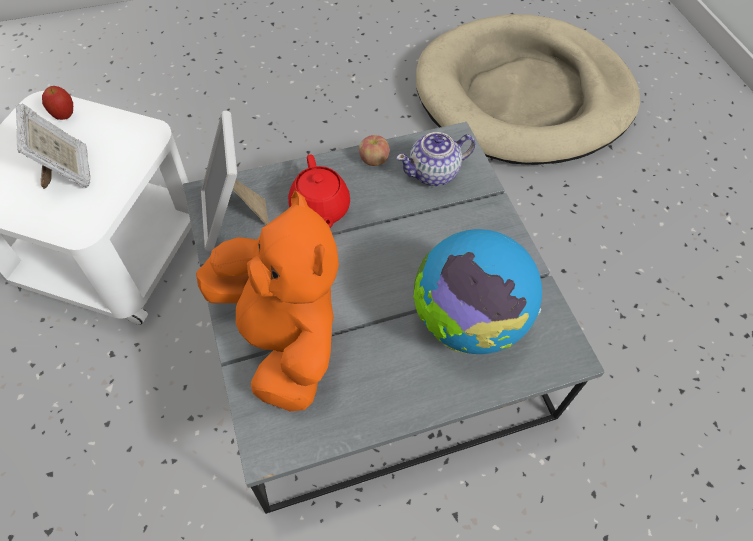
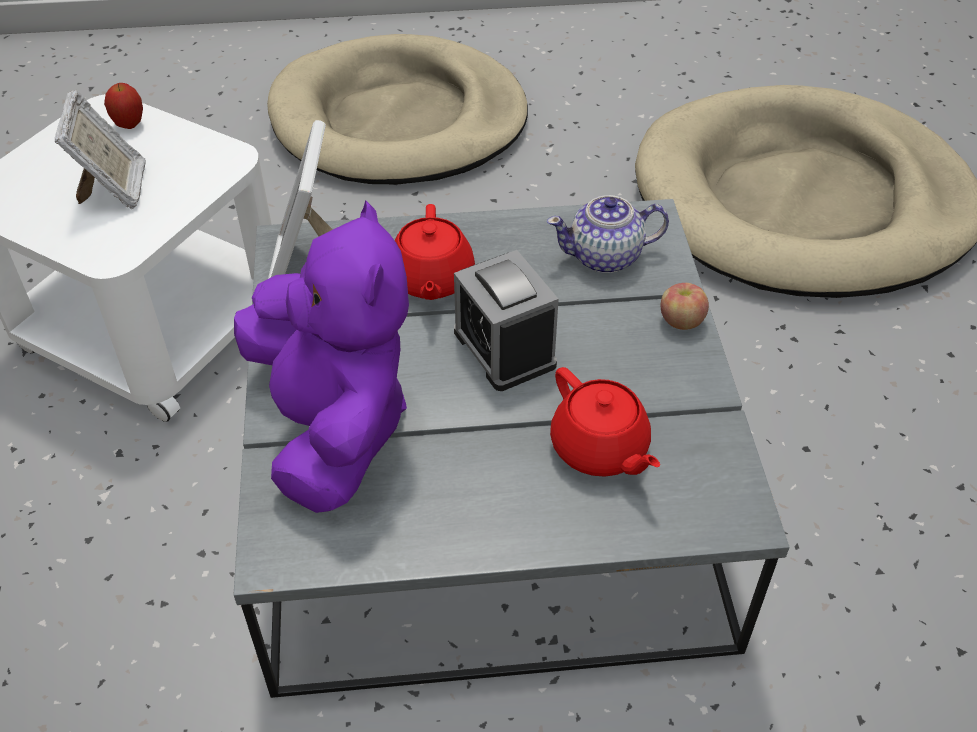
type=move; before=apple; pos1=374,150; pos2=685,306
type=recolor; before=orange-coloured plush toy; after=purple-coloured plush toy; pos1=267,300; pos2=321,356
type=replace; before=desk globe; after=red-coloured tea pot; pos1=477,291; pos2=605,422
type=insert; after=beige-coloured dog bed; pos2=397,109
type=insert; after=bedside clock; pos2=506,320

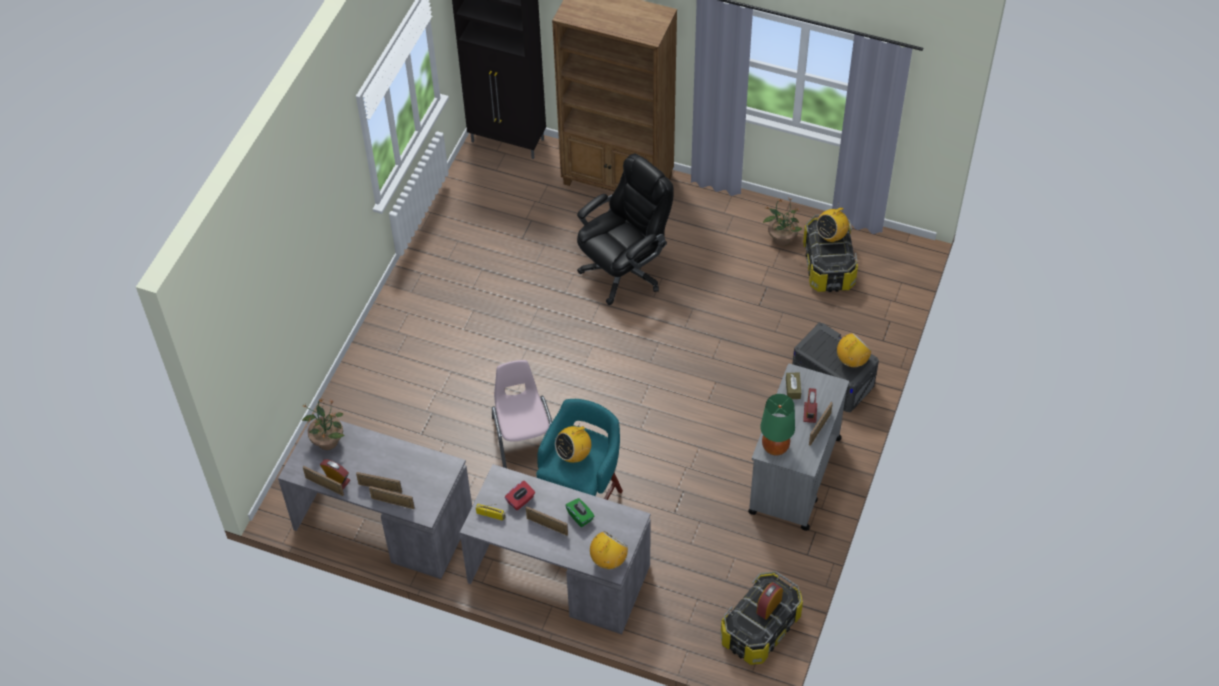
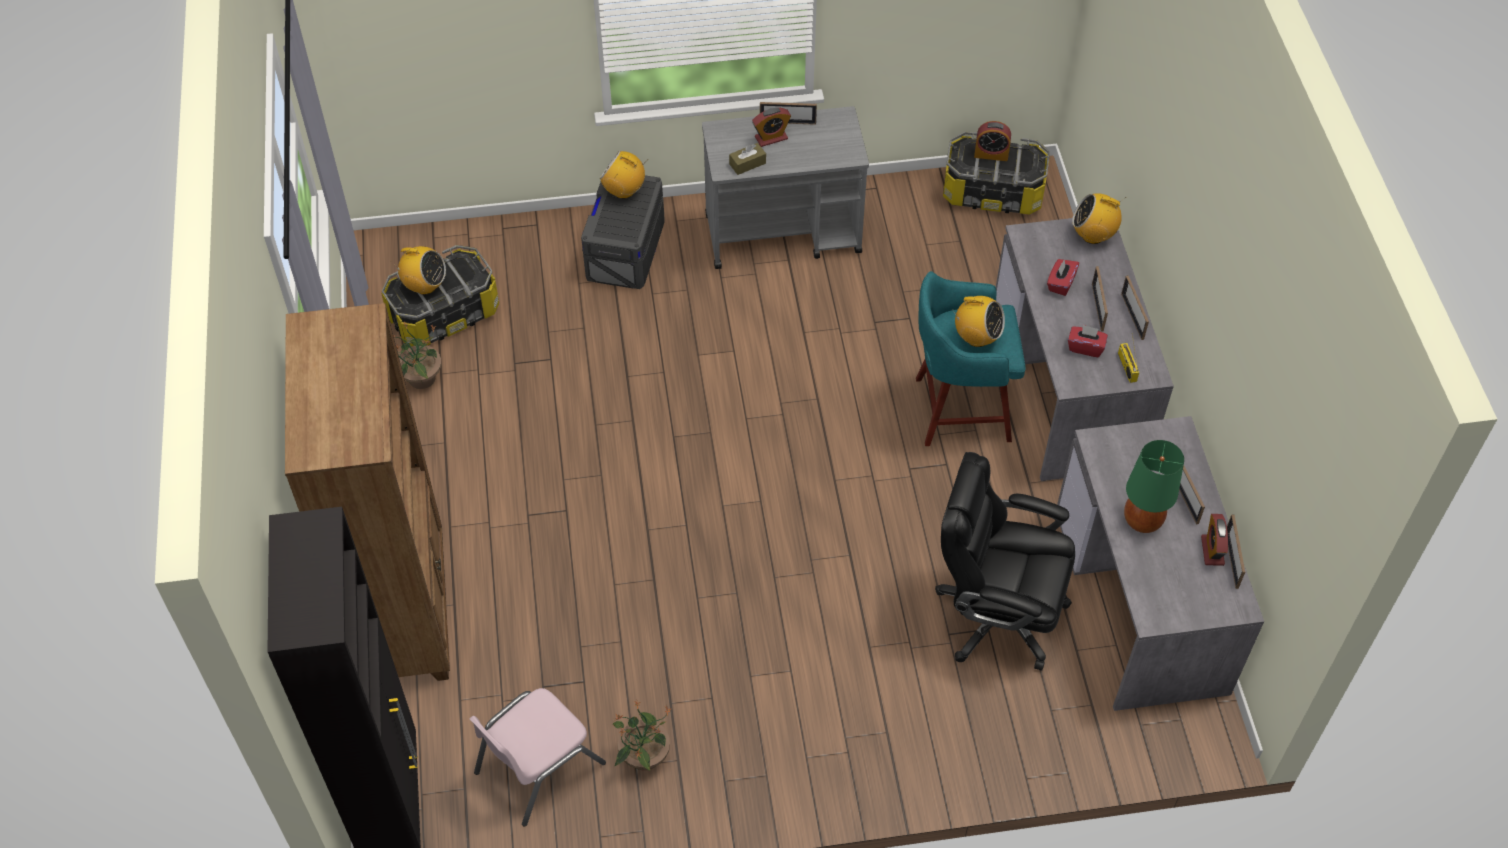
type=move; before=black computer chair; pos1=625,229; pos2=1005,561
type=move; before=pink chair; pos1=522,414; pos2=538,757
type=move; before=greenish table lamp; pos1=777,425; pos2=1154,486
type=move; before=houseplant; pos1=323,424; pos2=641,735
type=move; before=photo frame; pos1=392,497; pos2=1135,307
type=recolor; before=greenish box of tissues; after=red-coloured box of tissues; pos1=579,512; pos2=1063,277

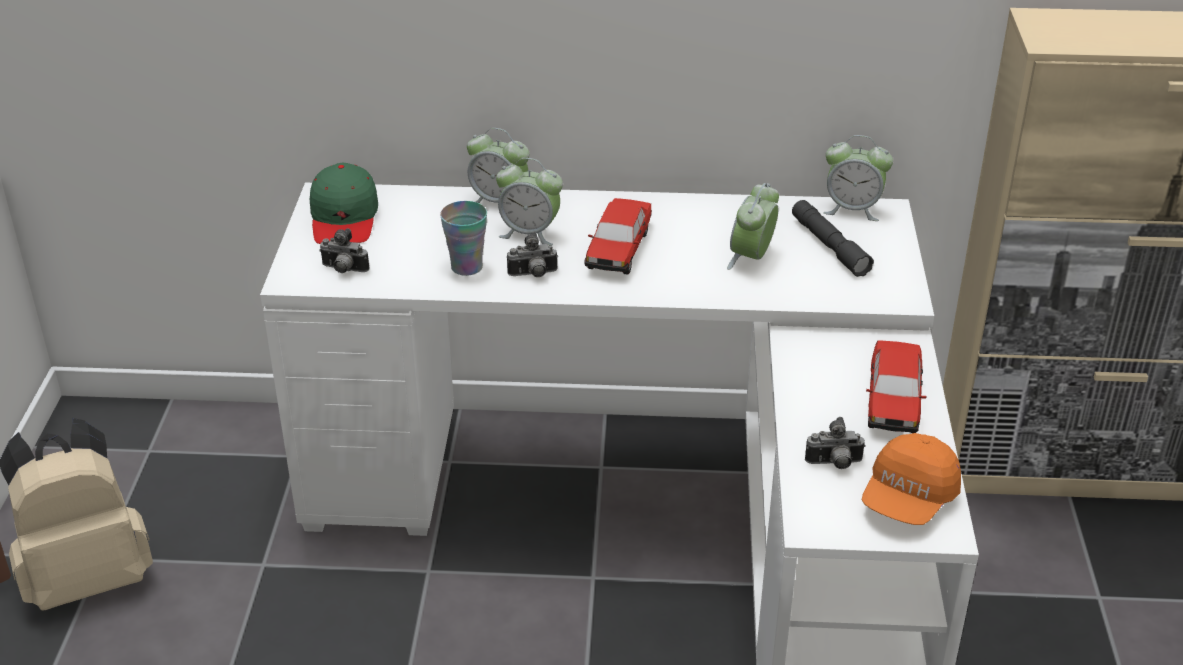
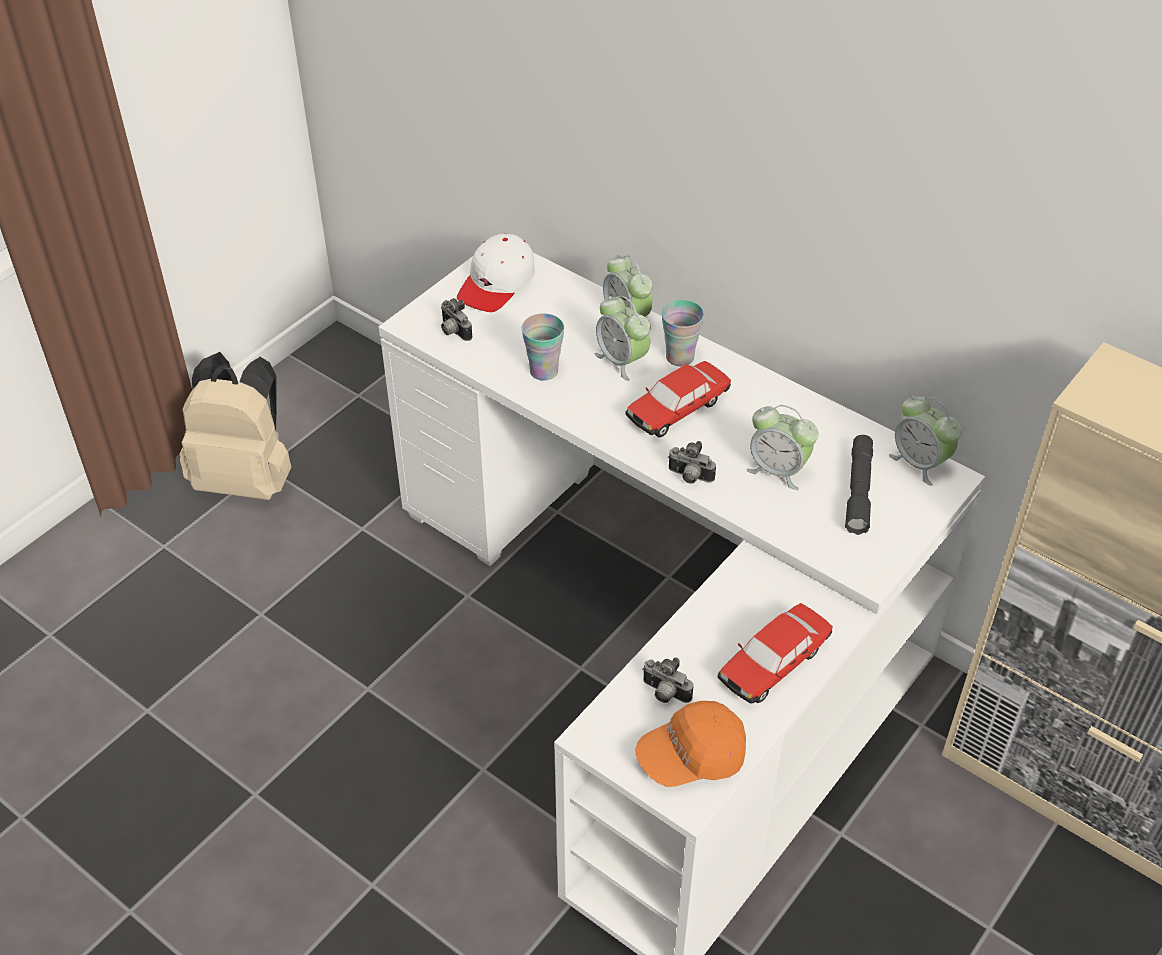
type=recolor; before=greenish baseball cap; after=whitish baseball cap; pos1=344,203; pos2=496,273
type=rotate; before=bedside clock; pos1=753,226; pos2=782,447; turn=-120
type=move; before=still camera; pos1=532,254; pos2=692,462
type=insert; after=small cup; pos2=683,333

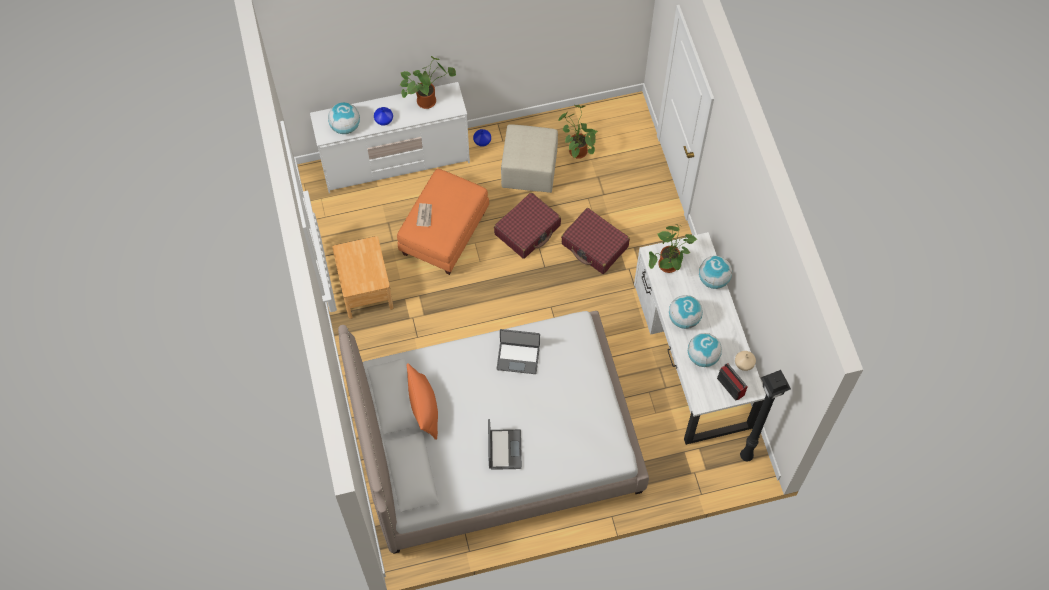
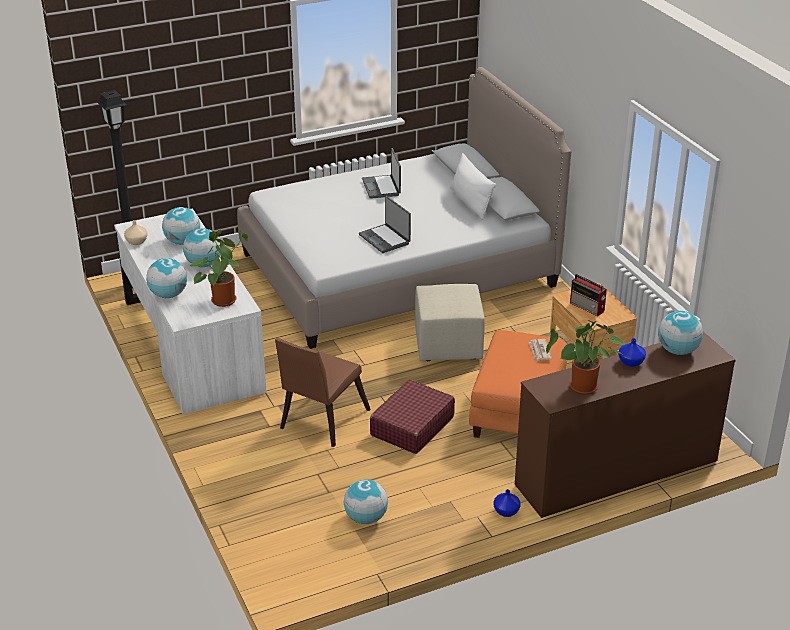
type=recolor; before=whitish drawer chest; after=brownish drawer chest; pos1=390,137; pos2=625,425
type=replace; before=houseplant; after=desk globe; pos1=578,132; pos2=366,501
type=move; before=beige-coloured ottoman; pos1=529,158; pos2=450,322
type=replace; before=red-coloured travel case; after=brownish chair; pos1=595,241; pos2=323,392
type=rotate; before=laptop; pos1=518,351; pos2=385,224; turn=-120
type=recolor; before=orange-coloured pillow; after=whitish pillow; pos1=422,401; pos2=473,186
type=move; before=radio receiver; pos1=732,382; pos2=588,295

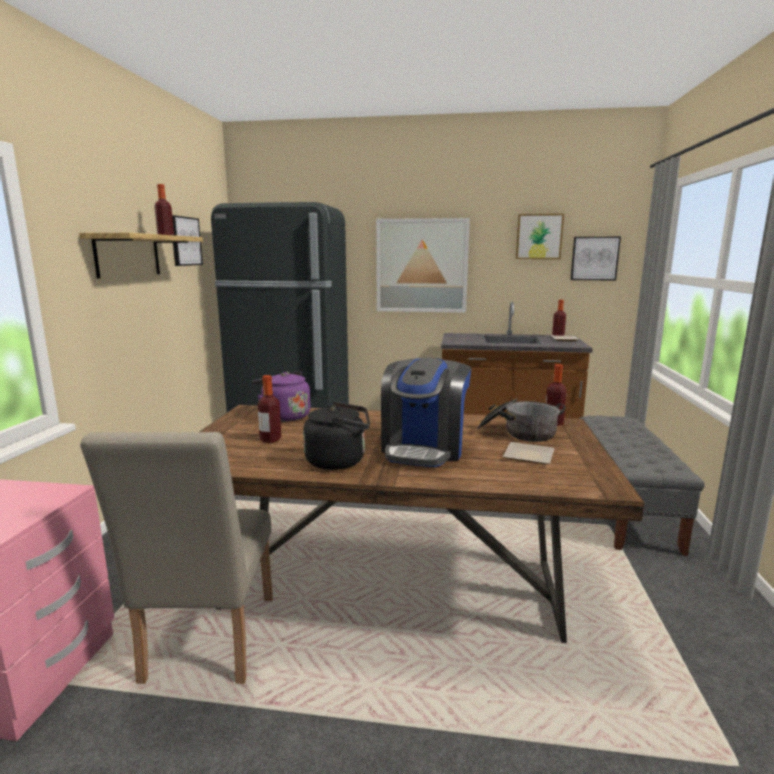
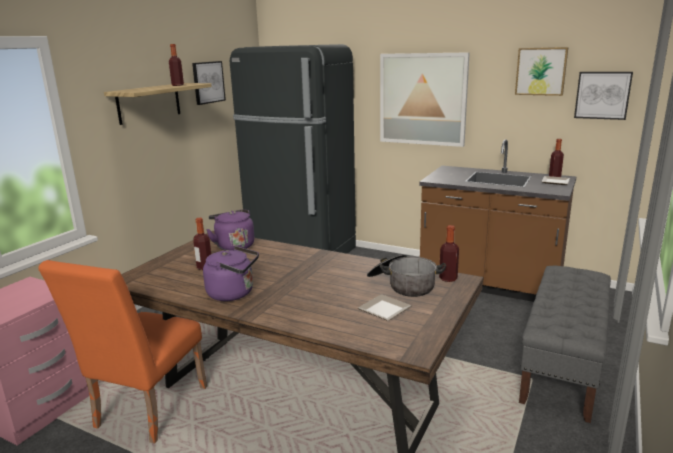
type=delete; before=coffee maker; pos1=426,412
type=recolor; before=black water kettle; after=purple-coloured water kettle; pos1=336,436; pos2=231,273
type=recolor; before=beige-coloured chair; after=orange-coloured chair; pos1=176,558; pos2=122,352

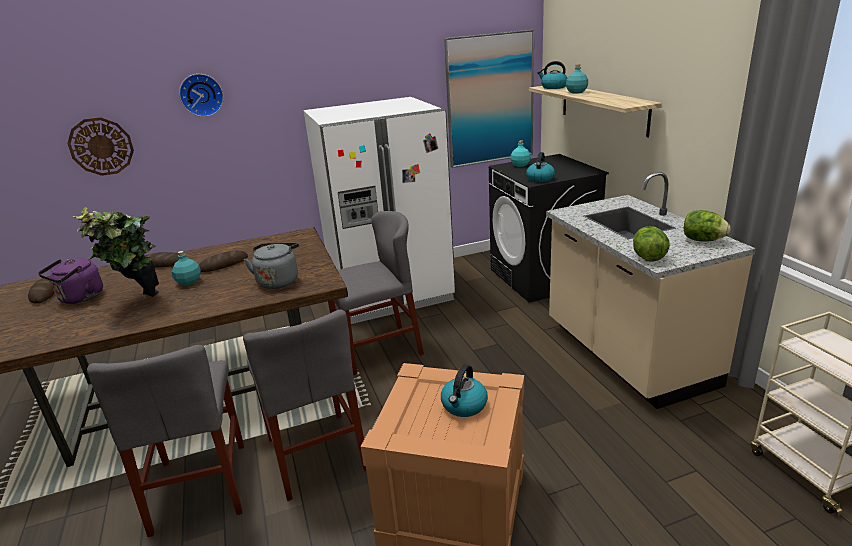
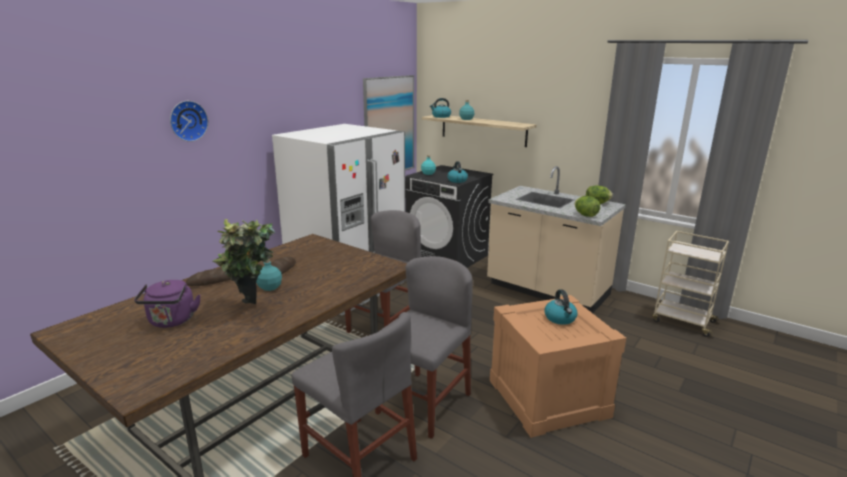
type=delete; before=hanging clock; pos1=100,146
type=delete; before=gray water kettle; pos1=271,266
type=delete; before=bread; pos1=41,290
type=rotate; before=gray chair; pos1=304,405; pos2=424,347; turn=-90

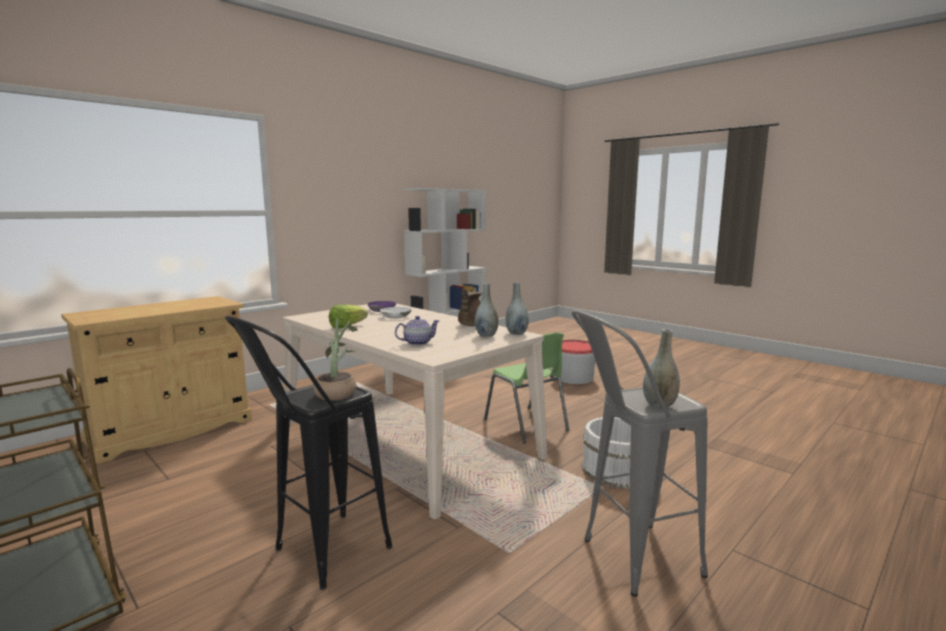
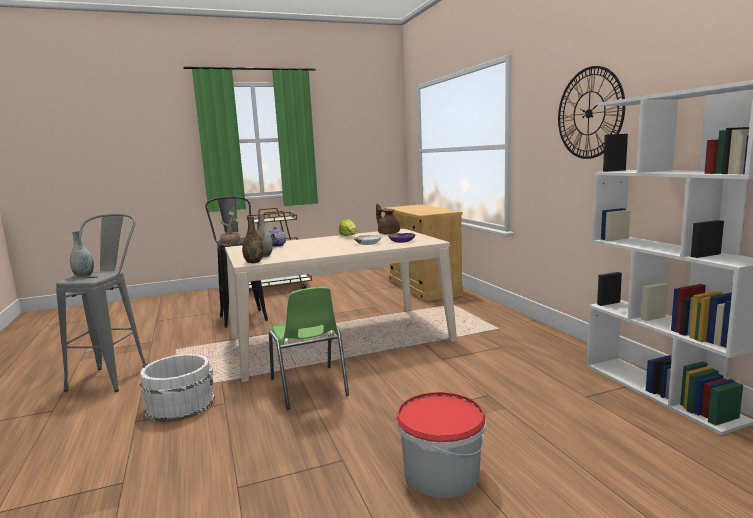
type=recolor; before=gray flower vase; after=brownish flower vase; pos1=517,308; pos2=252,239
type=move; before=brownish tea pot; pos1=470,307; pos2=388,219
type=rotate; before=greenish chair; pos1=526,388; pos2=309,348; turn=-105
type=insert; after=hanging clock; pos2=591,112

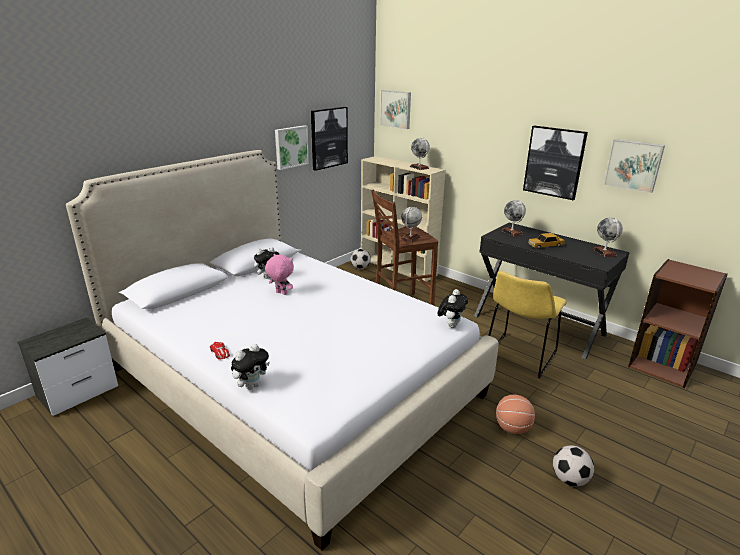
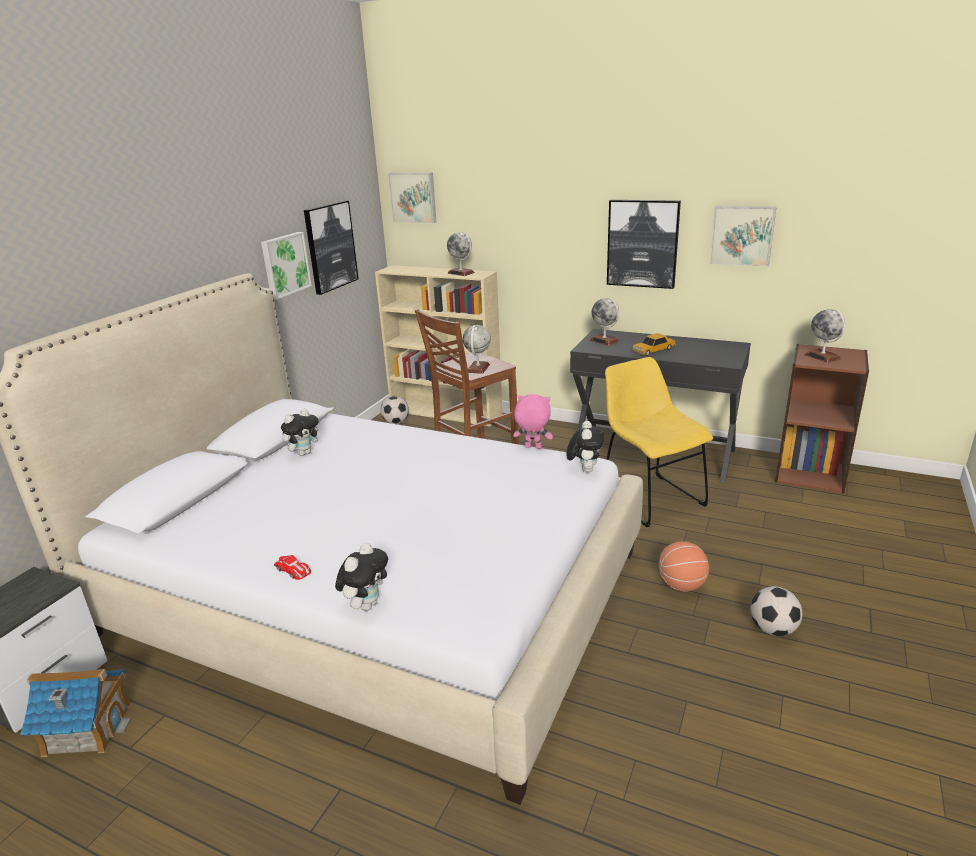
type=move; before=desk globe; pos1=607,237; pos2=825,336
type=move; before=pink plush toy; pos1=279,274; pos2=533,421
type=rotate; before=yellow chair; pos1=527,324; pos2=659,442; turn=135
type=insert; after=miniature house; pos2=76,713

